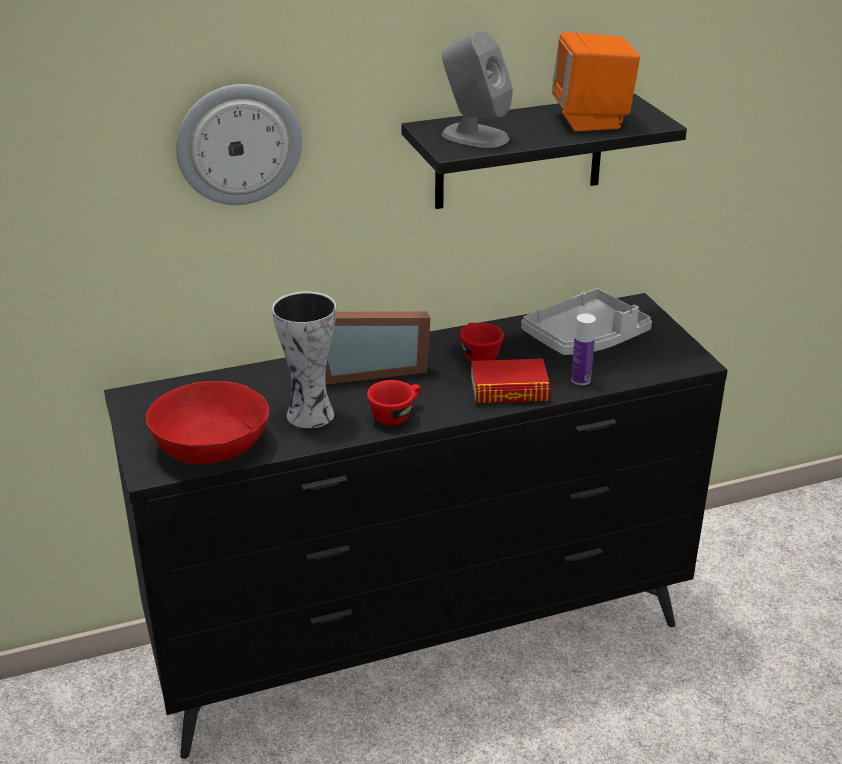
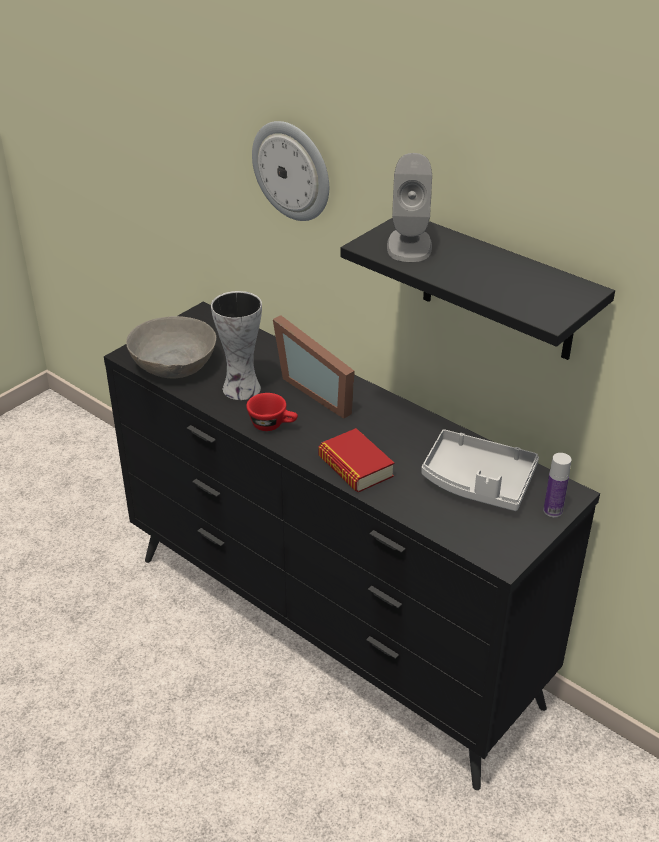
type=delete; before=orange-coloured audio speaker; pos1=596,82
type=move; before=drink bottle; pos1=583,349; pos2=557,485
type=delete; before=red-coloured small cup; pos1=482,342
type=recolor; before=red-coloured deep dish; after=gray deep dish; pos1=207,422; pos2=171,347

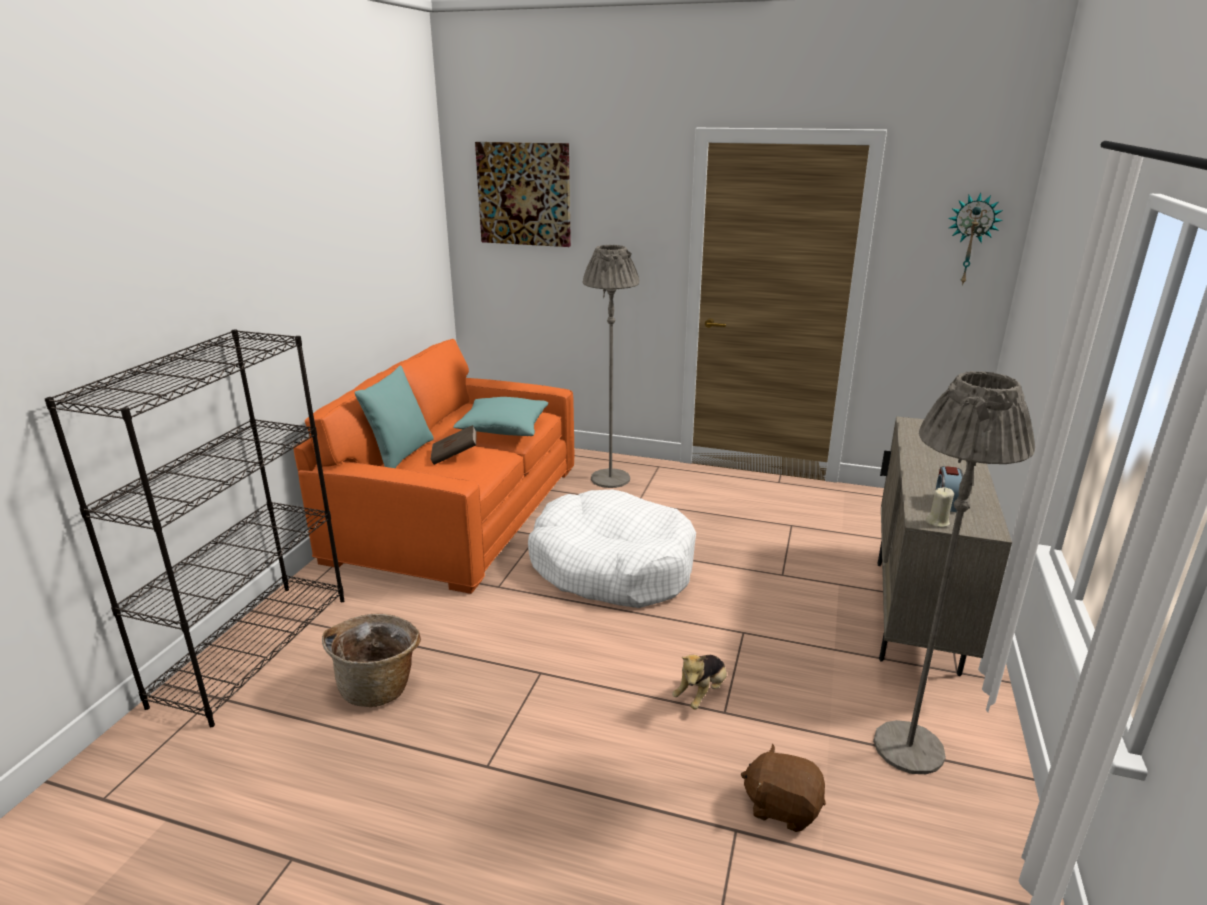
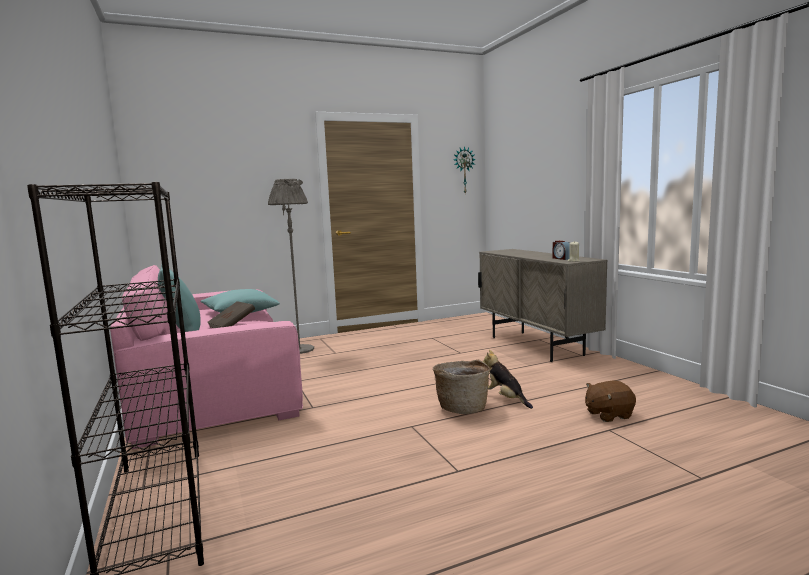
type=delete; before=picture; pos1=523,194
type=recolor; before=orange-coloured couch; after=pink couch; pos1=433,466; pos2=206,357
type=delete; before=gray standing lamp; pos1=954,572
type=delete; before=whitish dog bed; pos1=612,548
type=move; before=basket; pos1=371,660; pos2=461,387
type=rotate; before=plush toy; pos1=699,682; pos2=508,379; turn=150

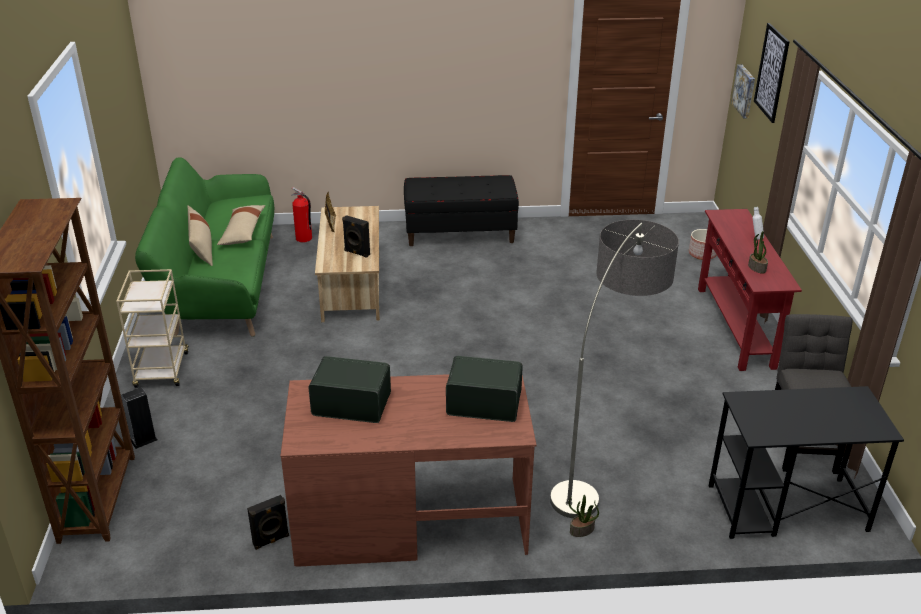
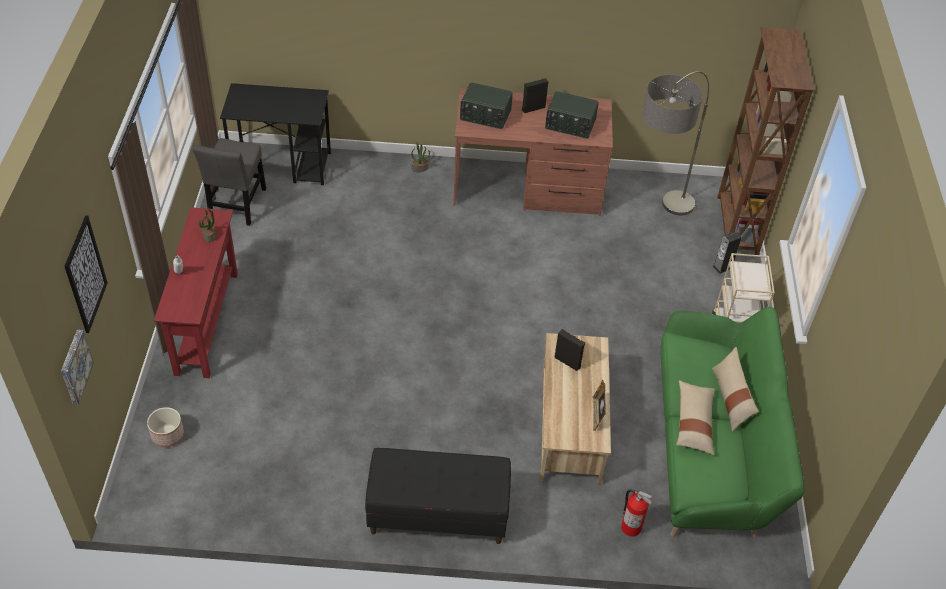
type=move; before=standing lamp; pos1=614,369; pos2=675,143
type=move; before=black audio speaker; pos1=268,522; pos2=535,95

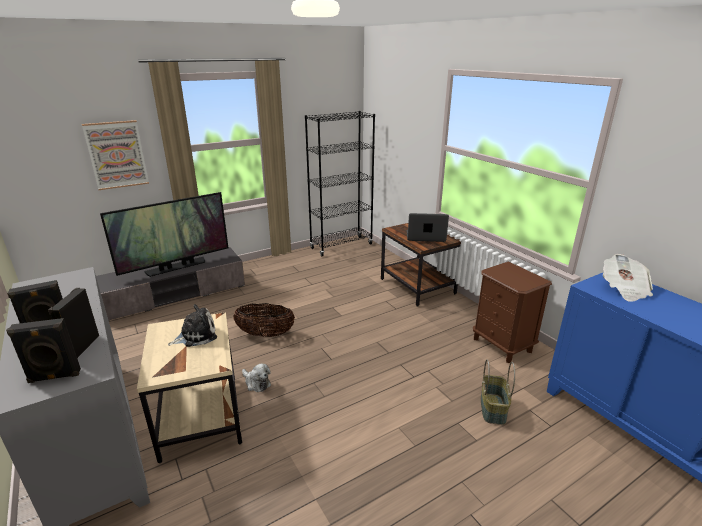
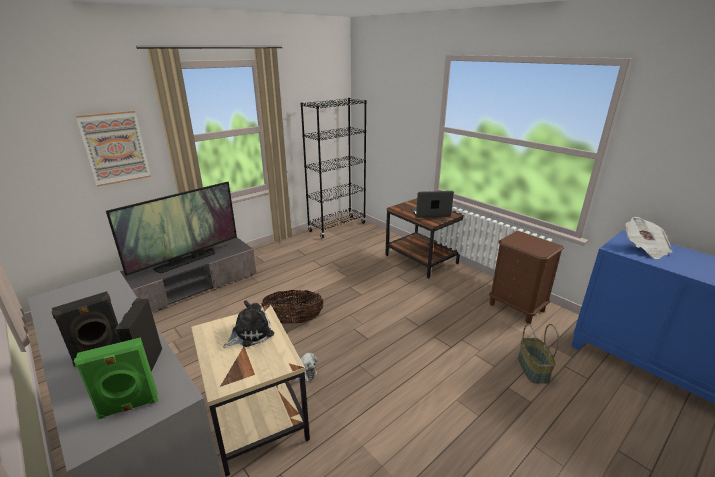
type=recolor; before=black audio speaker; after=greenish audio speaker; pos1=43,350; pos2=116,378

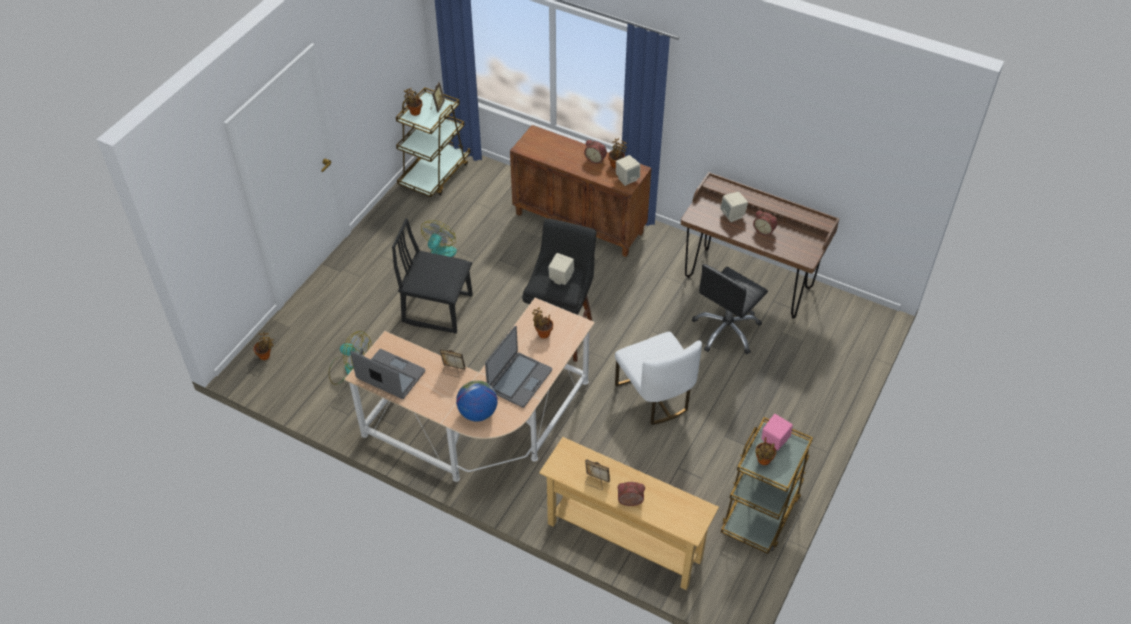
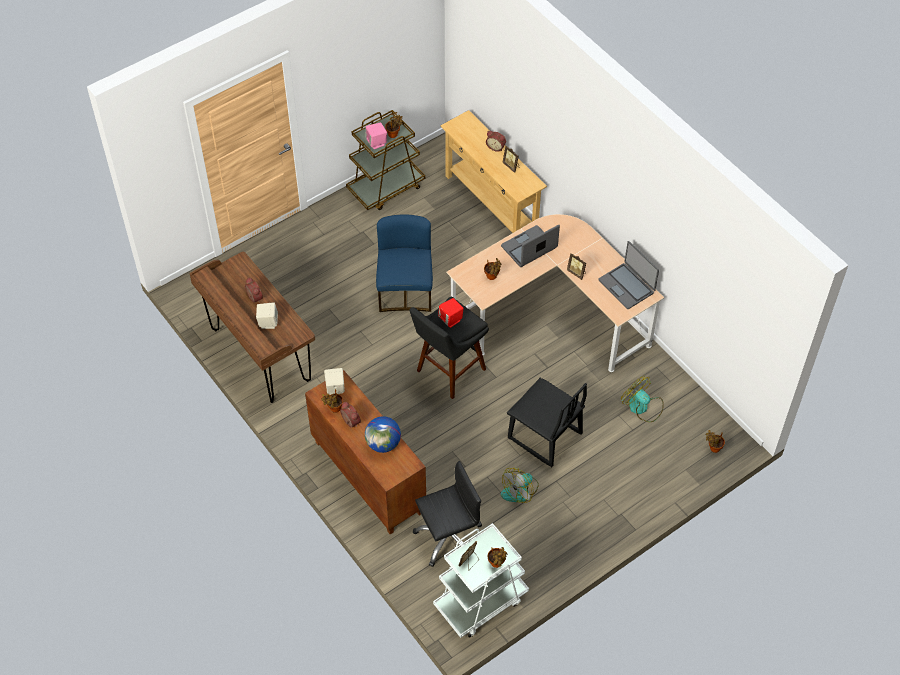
type=recolor; before=brownish wheeled cart; after=whitish wheeled cart; pos1=433,142; pos2=481,580
type=recolor; before=beige-coloured audio speaker; after=red-coloured audio speaker; pos1=561,269; pos2=450,313
type=move; before=black computer chair; pos1=730,309; pos2=447,514
type=recolor; before=whitish chair; after=blue chair; pos1=658,378; pos2=404,263
type=move; before=desk globe; pos1=476,401; pos2=383,434

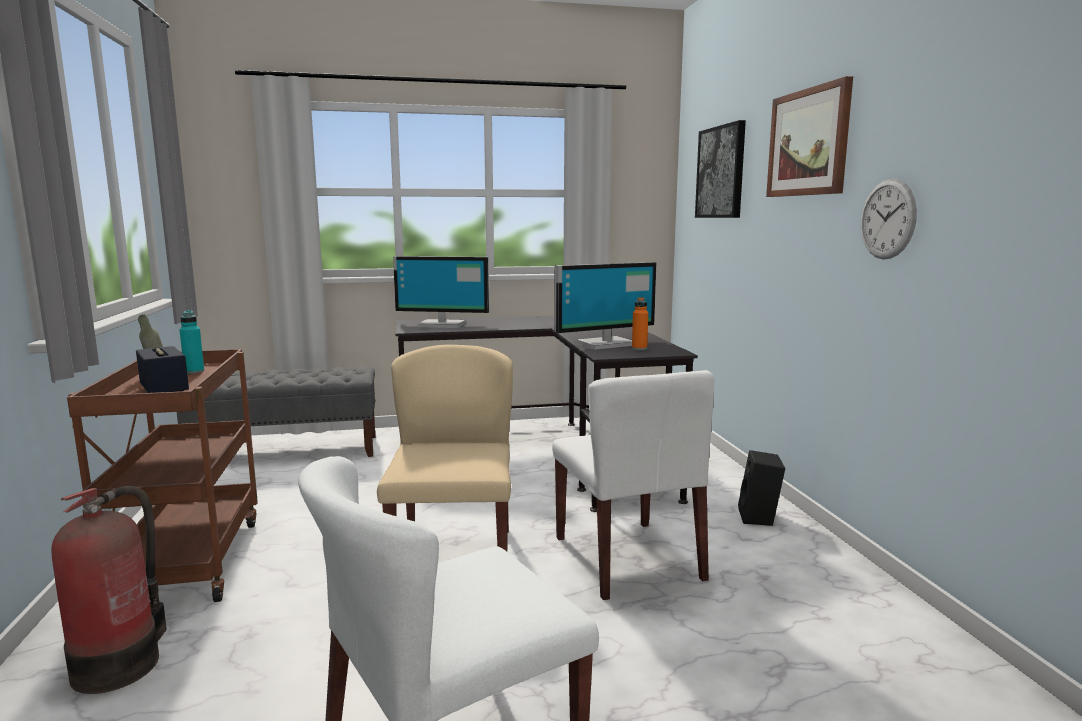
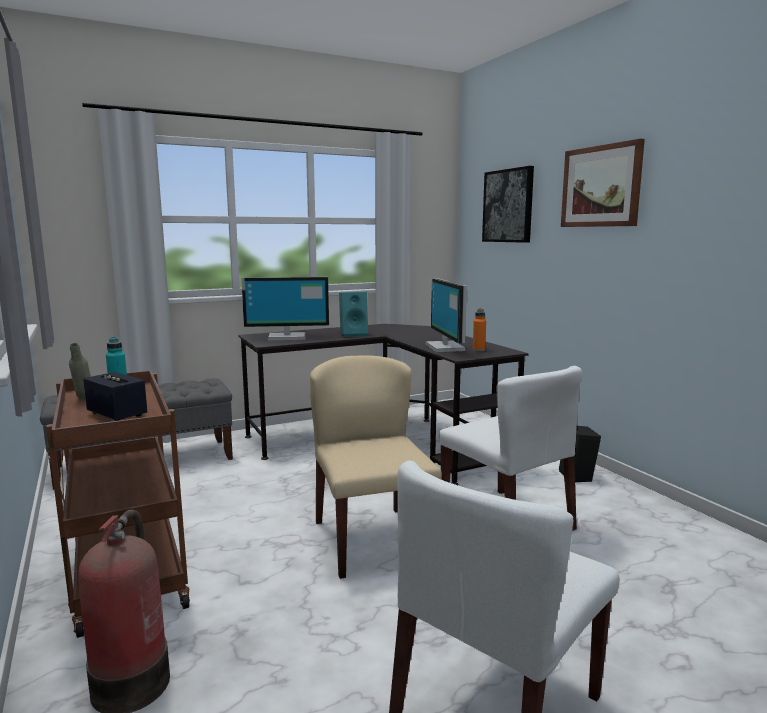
type=delete; before=hanging clock; pos1=889,219
type=rotate; before=computer screen; pos1=605,306; pos2=446,315; turn=120
type=insert; after=turquoise-coloured audio speaker; pos2=353,314

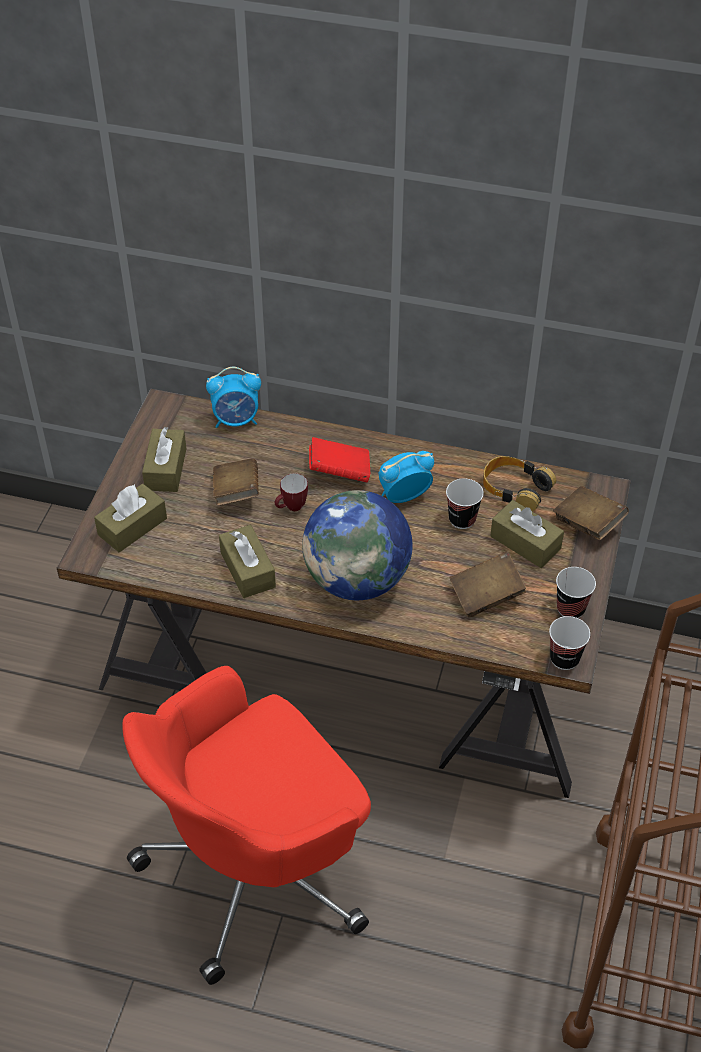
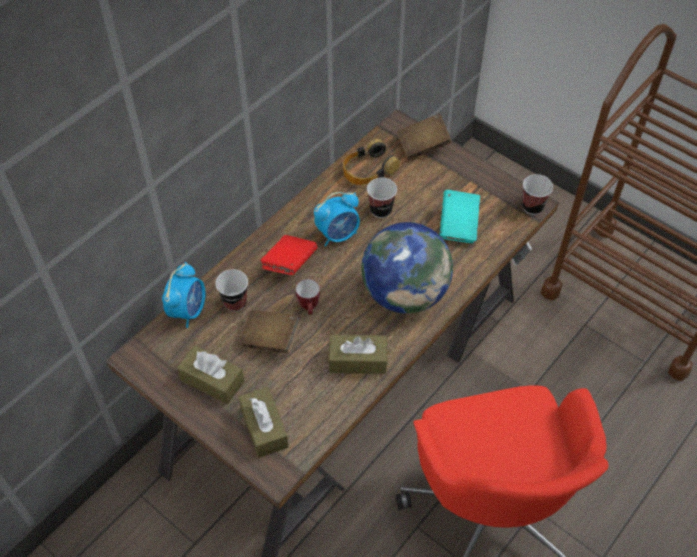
type=rotate; before=bedside clock; pos1=406,477; pos2=337,219; turn=-120
type=delete; before=brownish box of tissues; pos1=527,534
type=recolor; before=brownish book; after=turquoise-coloured book; pos1=488,584; pos2=459,216
type=move; before=small cup; pos1=576,592; pos2=232,290

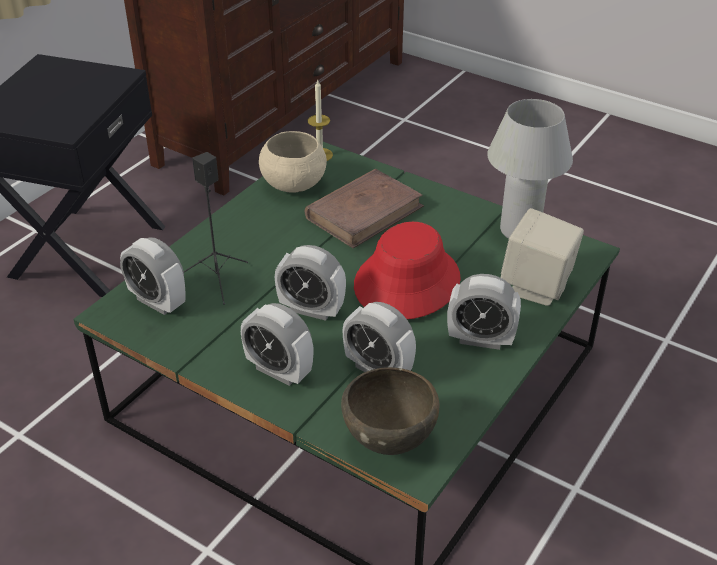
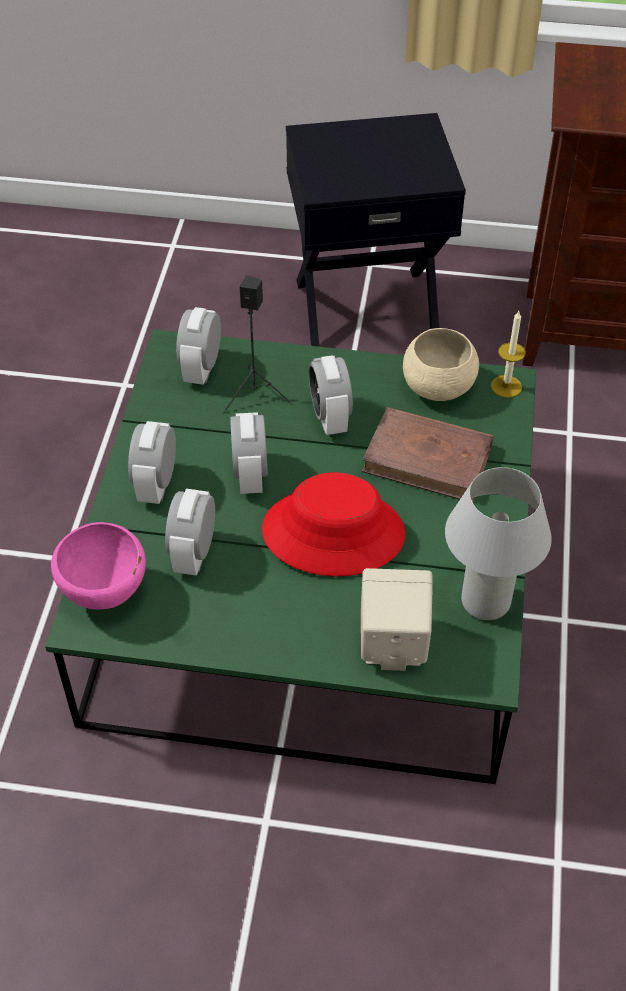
type=move; before=bedside clock; pos1=484,312; pos2=331,395
type=recolor; before=brownish deep dish; after=pink deep dish; pos1=390,411; pos2=98,566

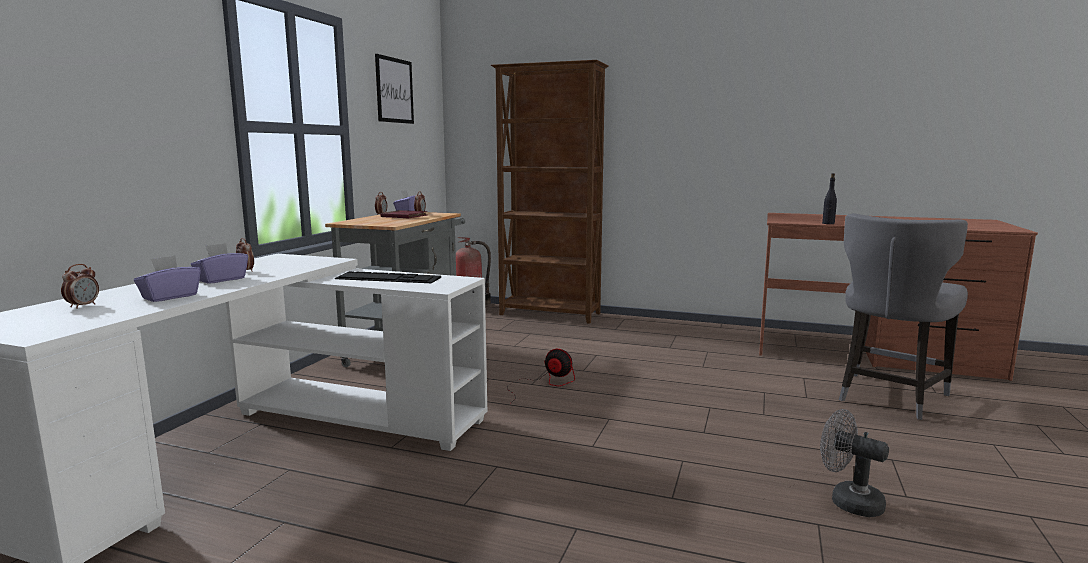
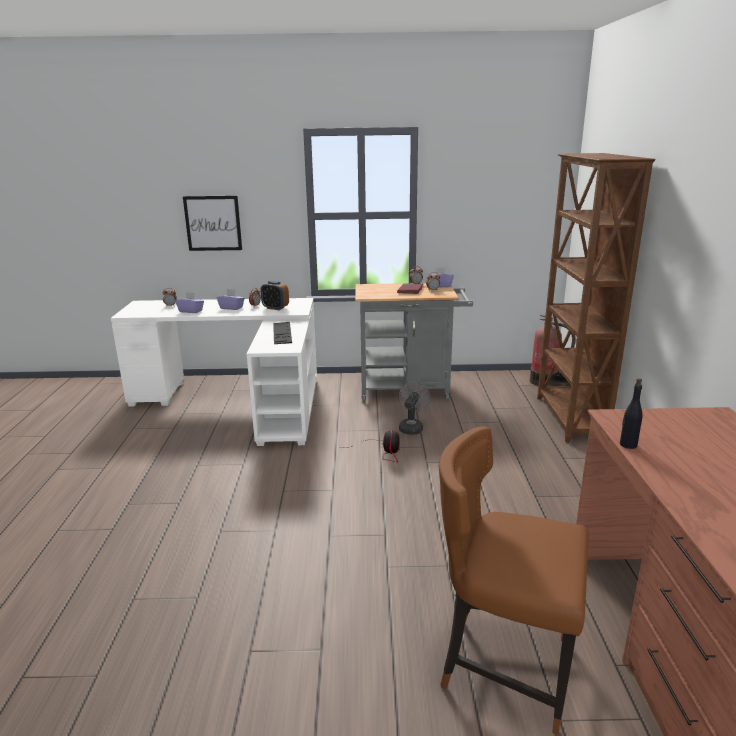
type=move; before=picture; pos1=394,89; pos2=212,223
type=recolor; before=gray chair; after=brownish chair; pos1=903,316; pos2=514,580
type=move; before=gray cooling fan; pos1=854,463; pos2=414,408
type=insert; after=bedside clock; pos2=275,295

